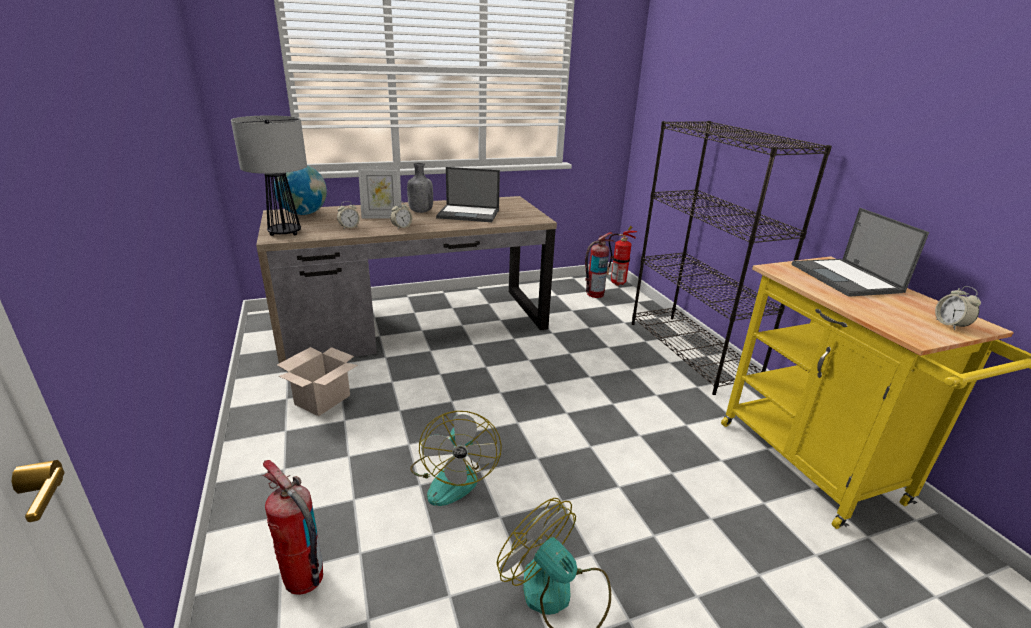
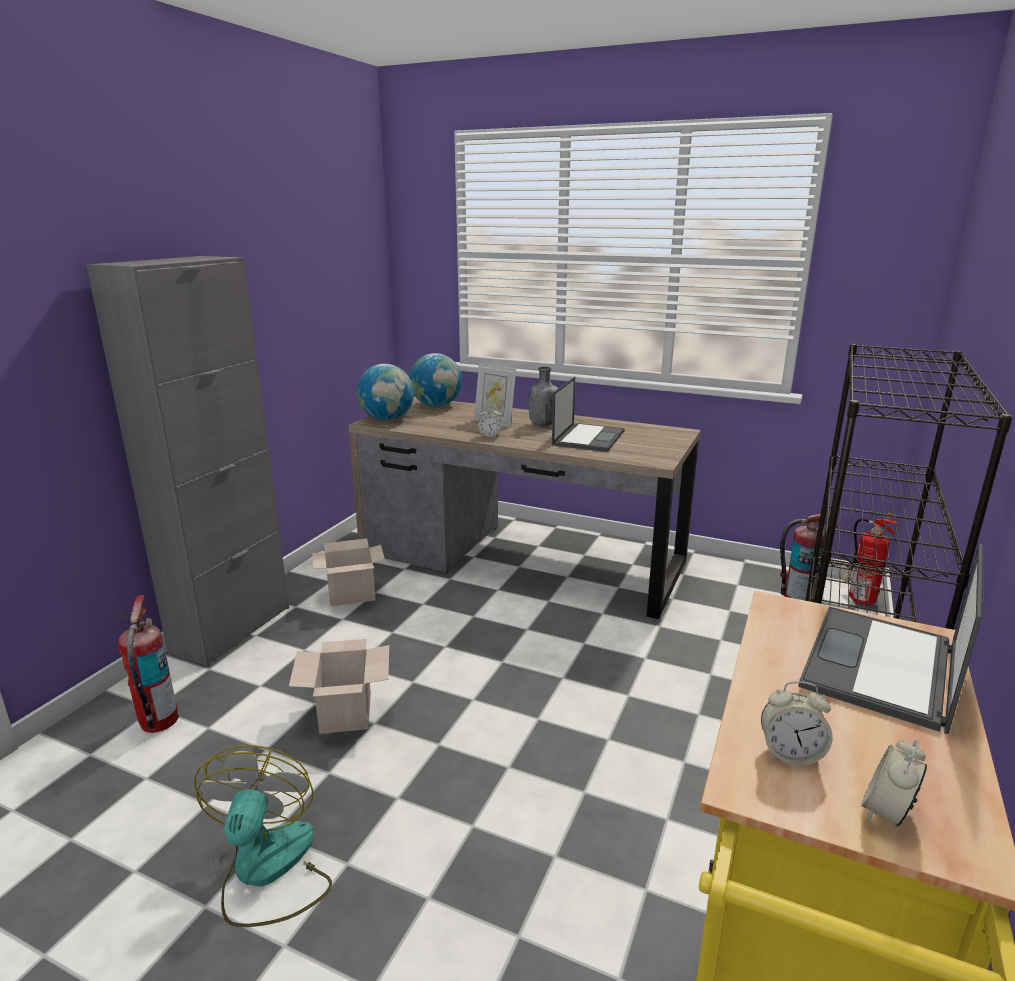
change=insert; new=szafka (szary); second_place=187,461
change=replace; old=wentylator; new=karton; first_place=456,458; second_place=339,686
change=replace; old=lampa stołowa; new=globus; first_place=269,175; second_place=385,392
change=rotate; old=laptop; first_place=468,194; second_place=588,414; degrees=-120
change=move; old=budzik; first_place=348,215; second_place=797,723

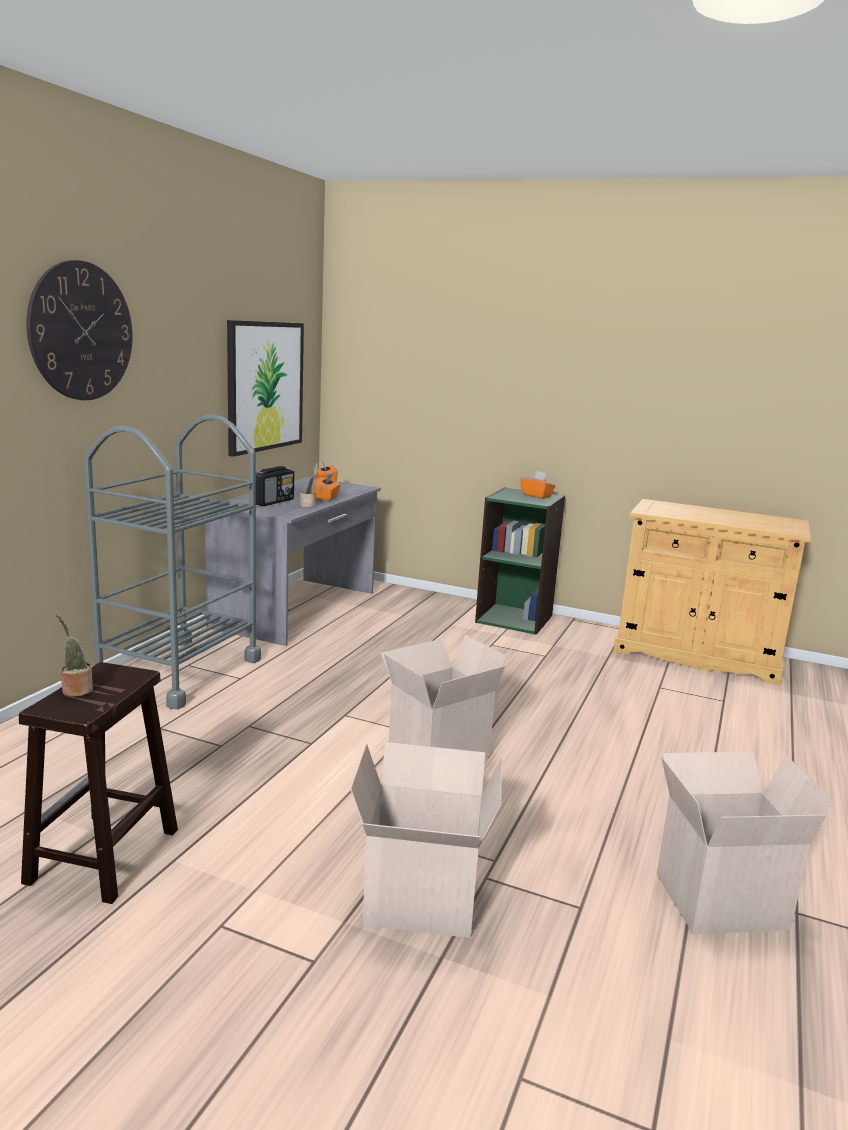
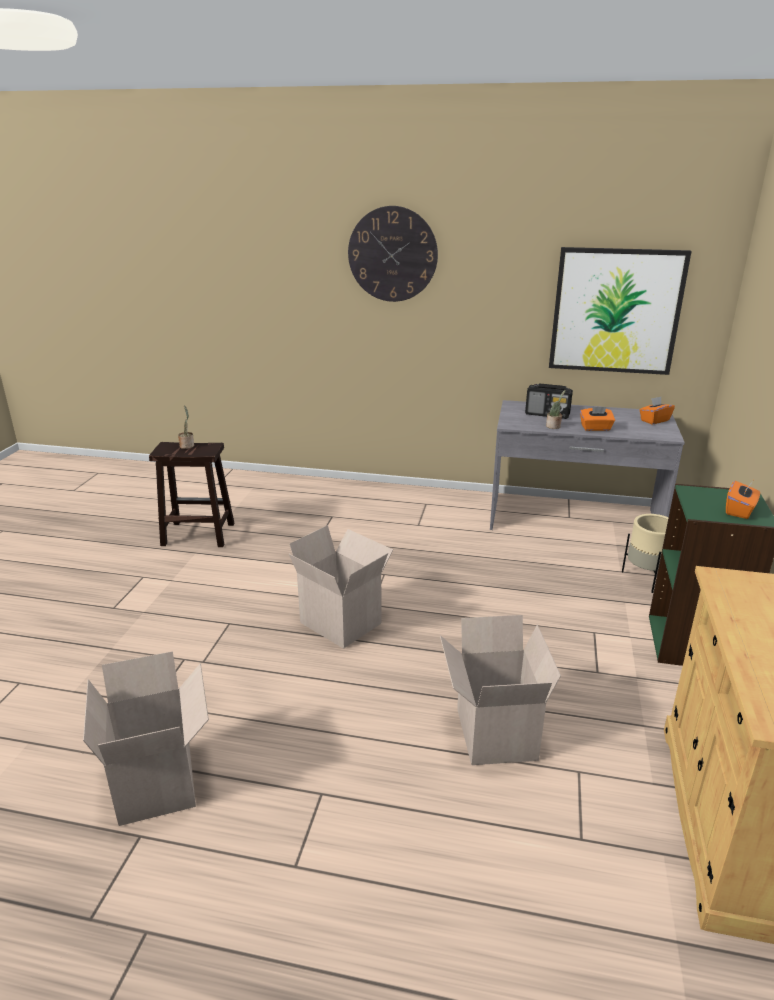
change=move; old=karton; first_place=426,840; second_place=500,690
change=insert; new=donica (beżowy); second_place=645,553
change=delete; old=wózek (szary); first_place=172,561

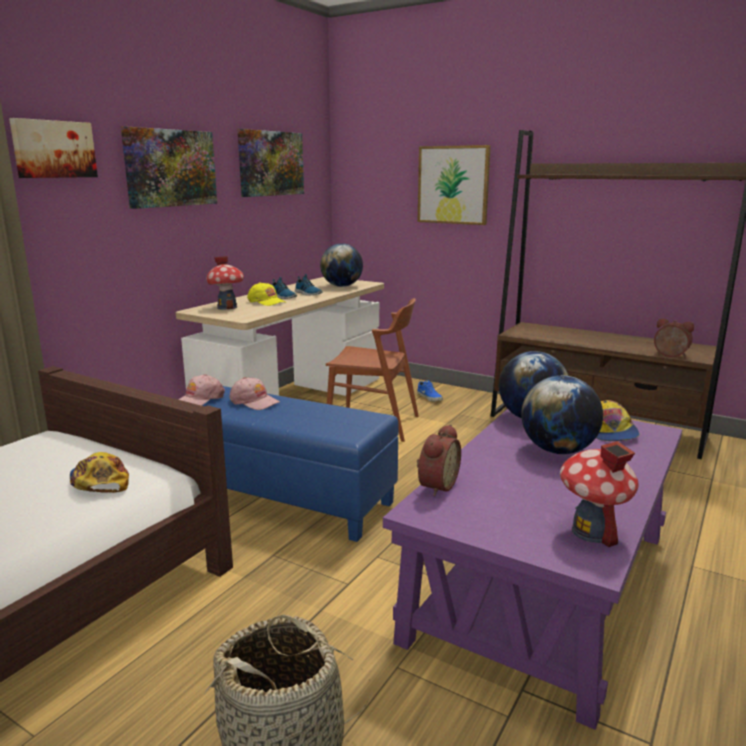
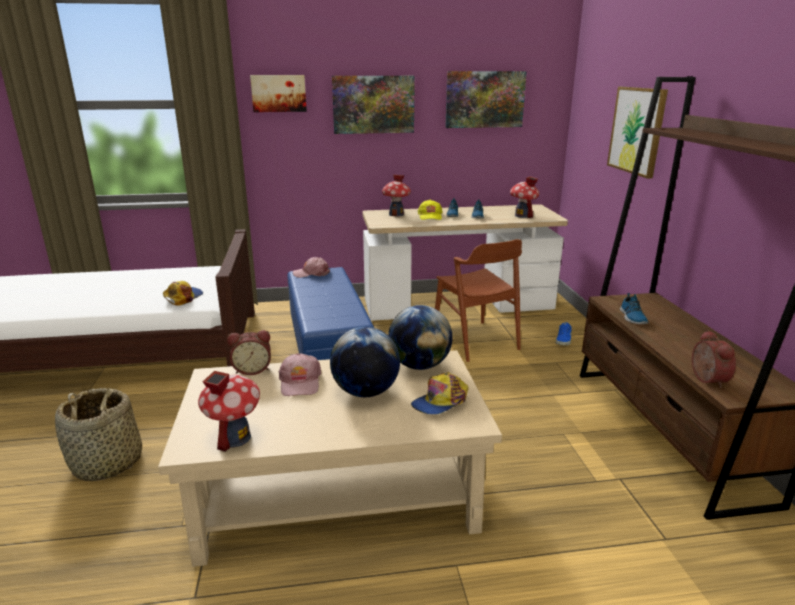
change=recolor; old=ława (fioletowy); new=ława (beżowy); first_place=532,569; second_place=330,458
change=move; old=czapka z daszkiem (różowy); first_place=254,393; second_place=300,374
change=replace; old=globus; new=domek; first_place=341,265; second_place=524,197
change=insert; new=but; second_place=634,308

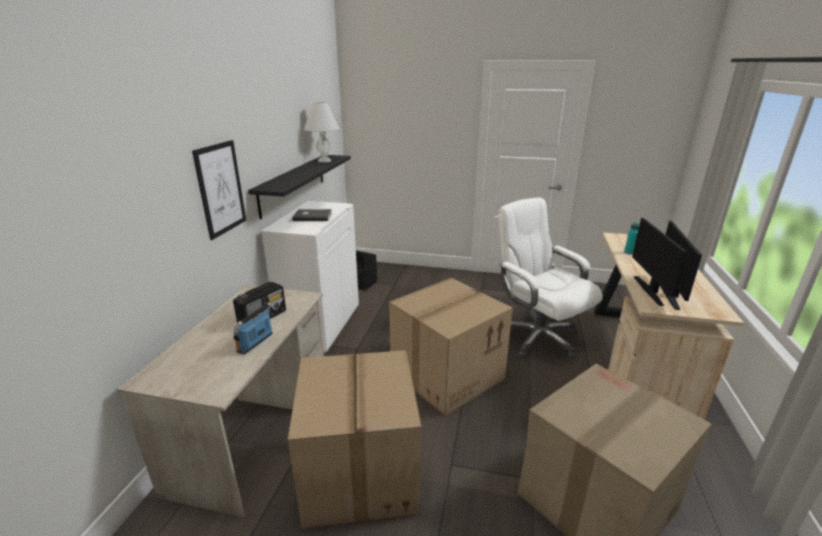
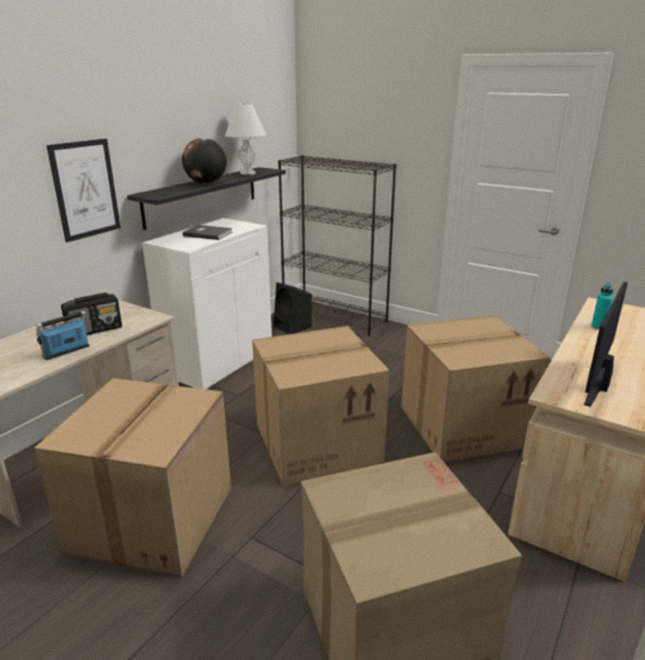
change=insert; new=globus; second_place=204,161
change=insert; new=regał (czarny); second_place=337,245
change=replace; old=krzesło biurowe (biały); new=karton; first_place=550,278; second_place=476,388
change=delete; old=monitor; first_place=659,262

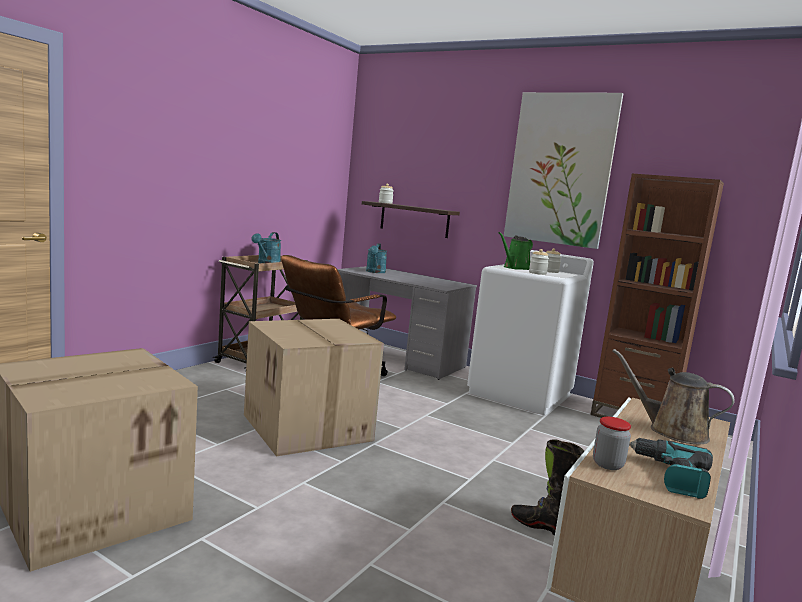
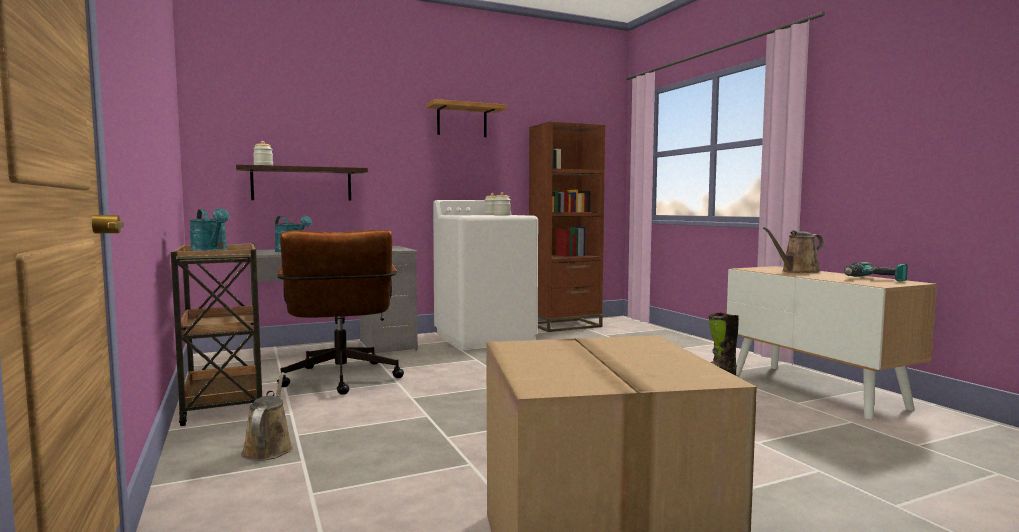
change=insert; new=konewka (brązowy); second_place=267,416
change=replace; old=obraz; new=półka; first_place=563,170; second_place=466,118
change=delete; old=karton; first_place=314,387
change=delete; old=konewka (zielony); first_place=516,251
change=delete; old=słoik; first_place=612,443

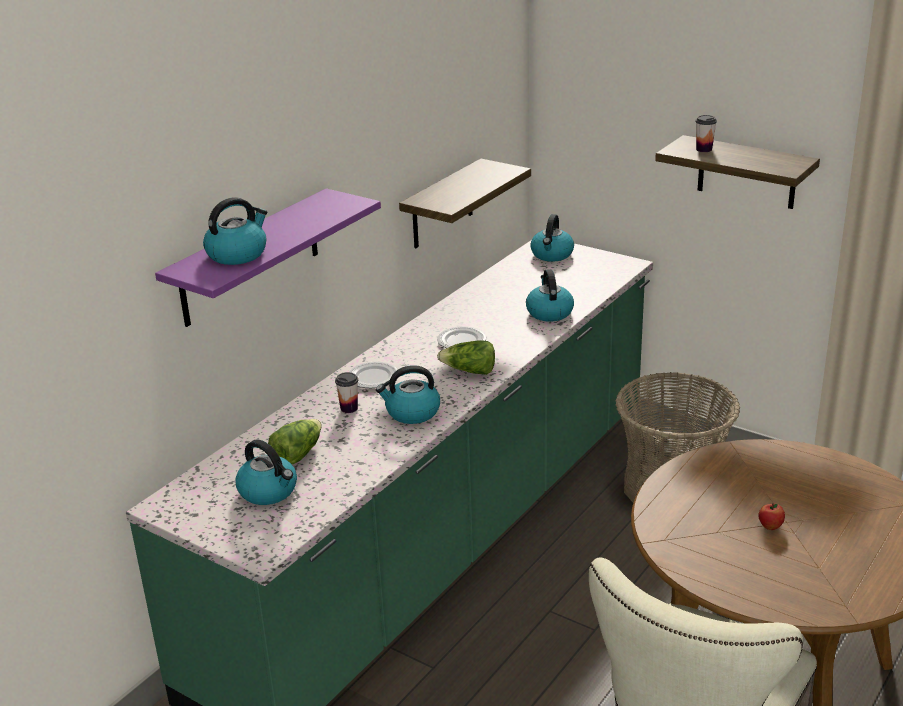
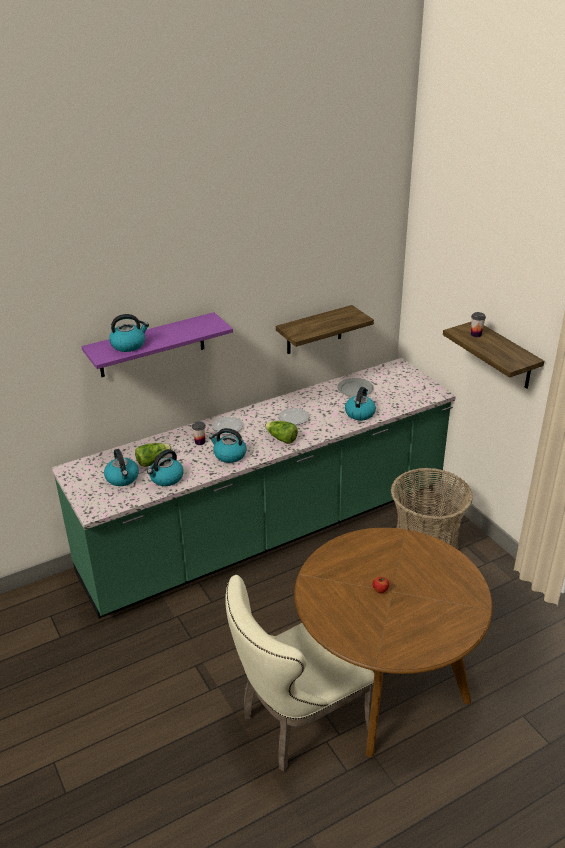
change=move; old=czajnik; first_place=552,238; second_place=165,467
change=insert; new=talerz (szary); second_place=355,387

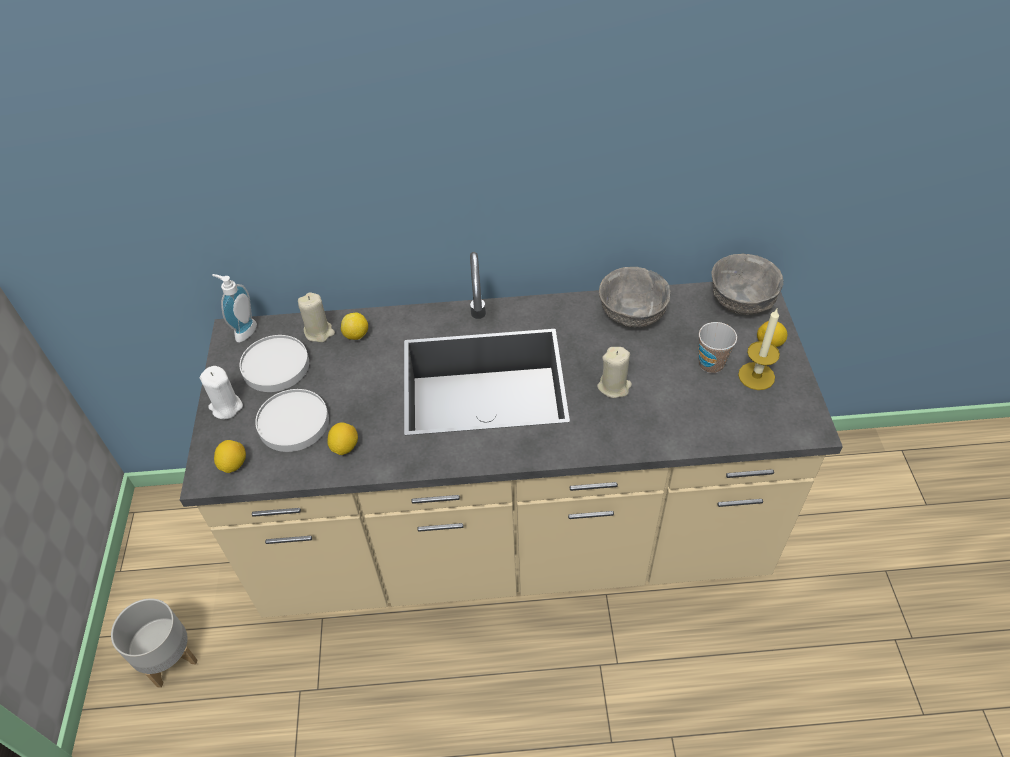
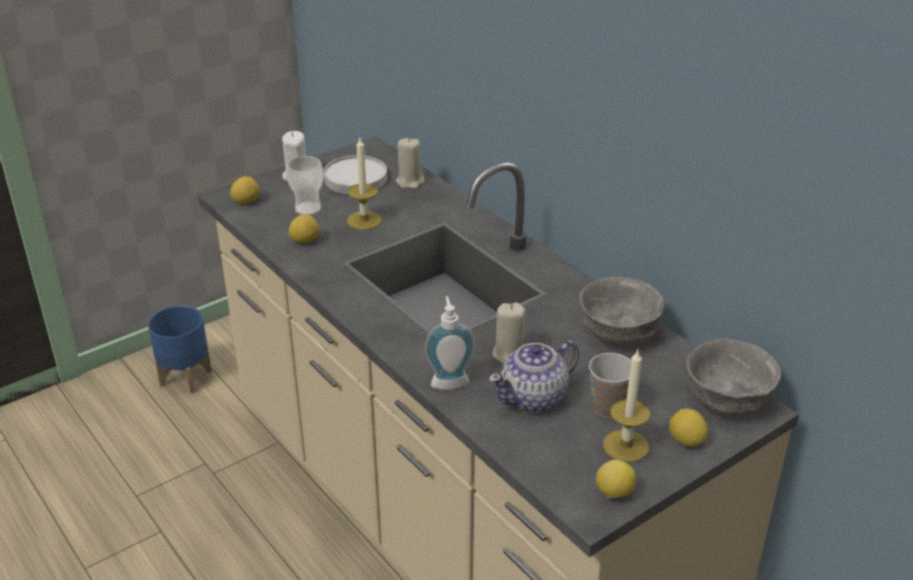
change=recolor; old=donica (szary); new=donica (niebieski); first_place=154,643; second_place=180,349
change=replace; old=talerz (biały); new=filiżanka; first_place=292,420; second_place=305,185
change=insert; new=świeca; second_place=364,184
change=move; old=dozownik mydła; first_place=234,308; second_place=449,343
change=insert; new=imbryk; second_place=534,376
change=move; old=cytryna; first_place=354,326; second_place=616,478

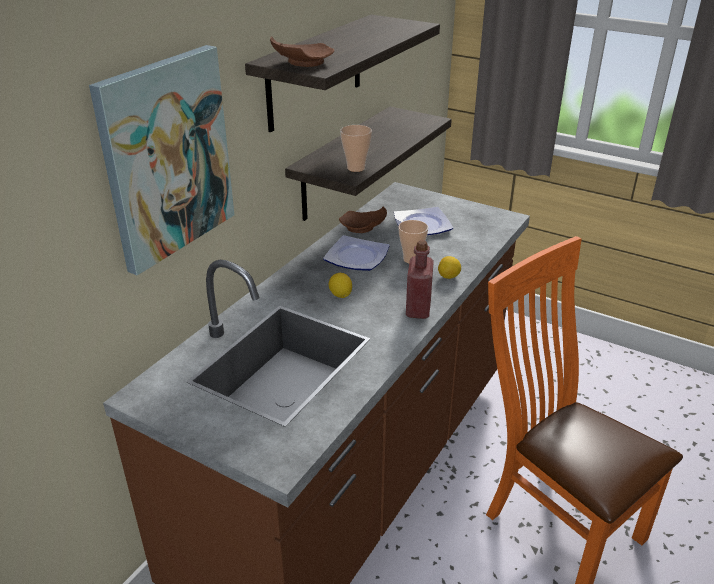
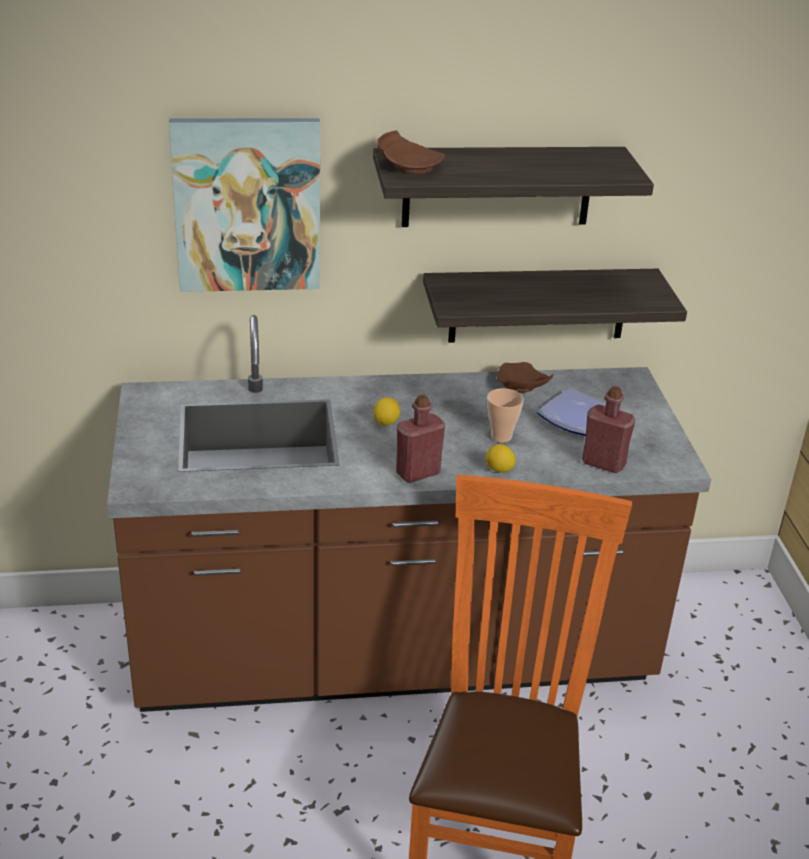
change=insert; new=butelka (czerwony); second_place=608,429
change=delete; old=talerz; first_place=356,253
change=delete; old=filiżanka; first_place=356,148

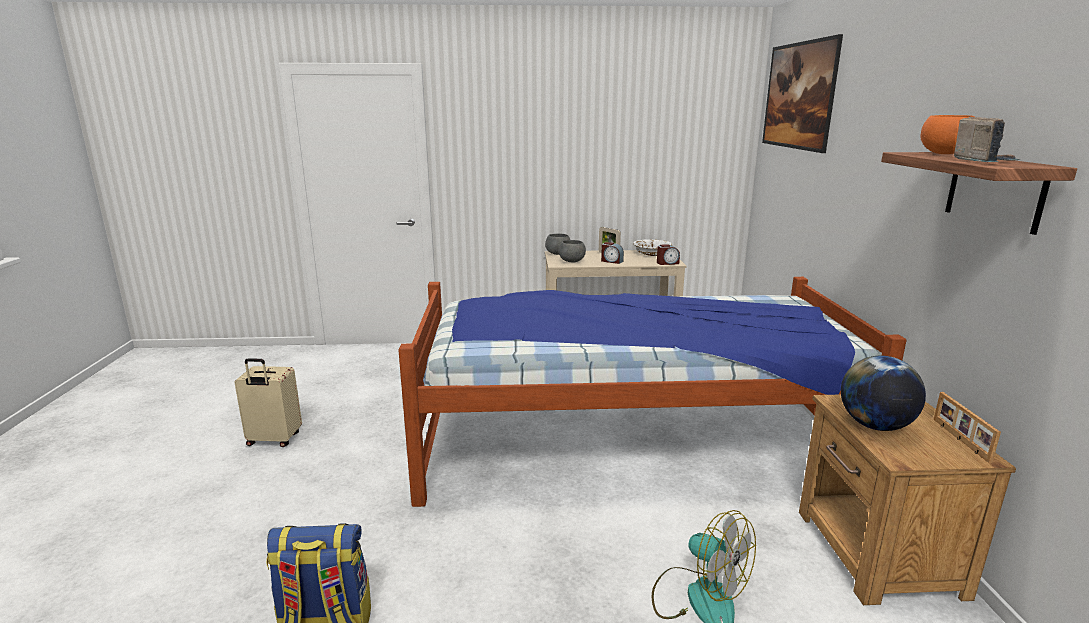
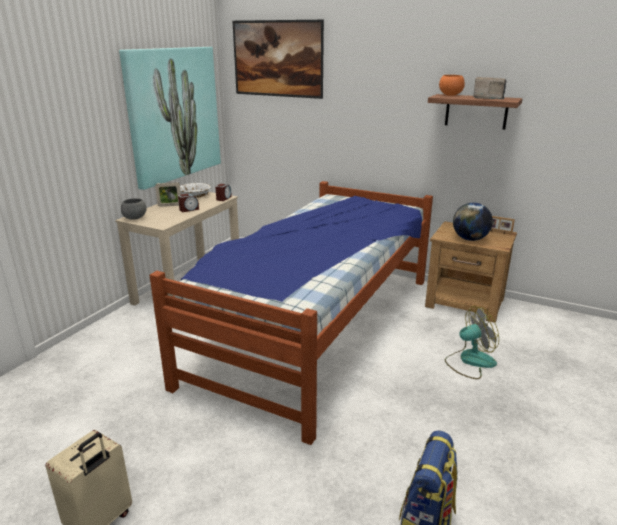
change=insert; new=obraz; second_place=170,118
change=delete; old=miska (szary); first_place=572,251

